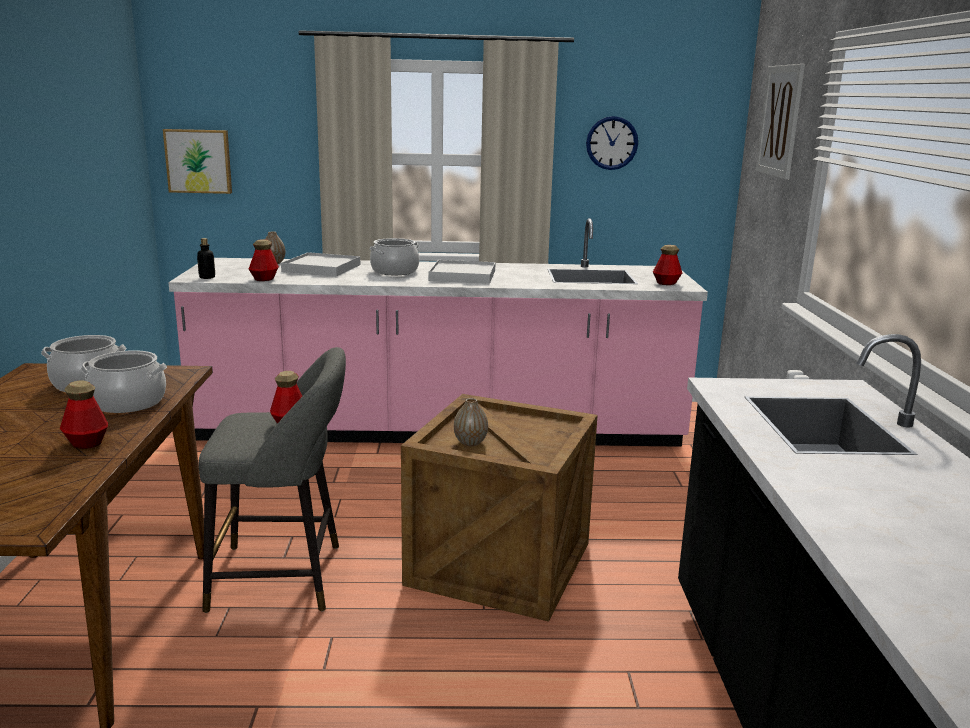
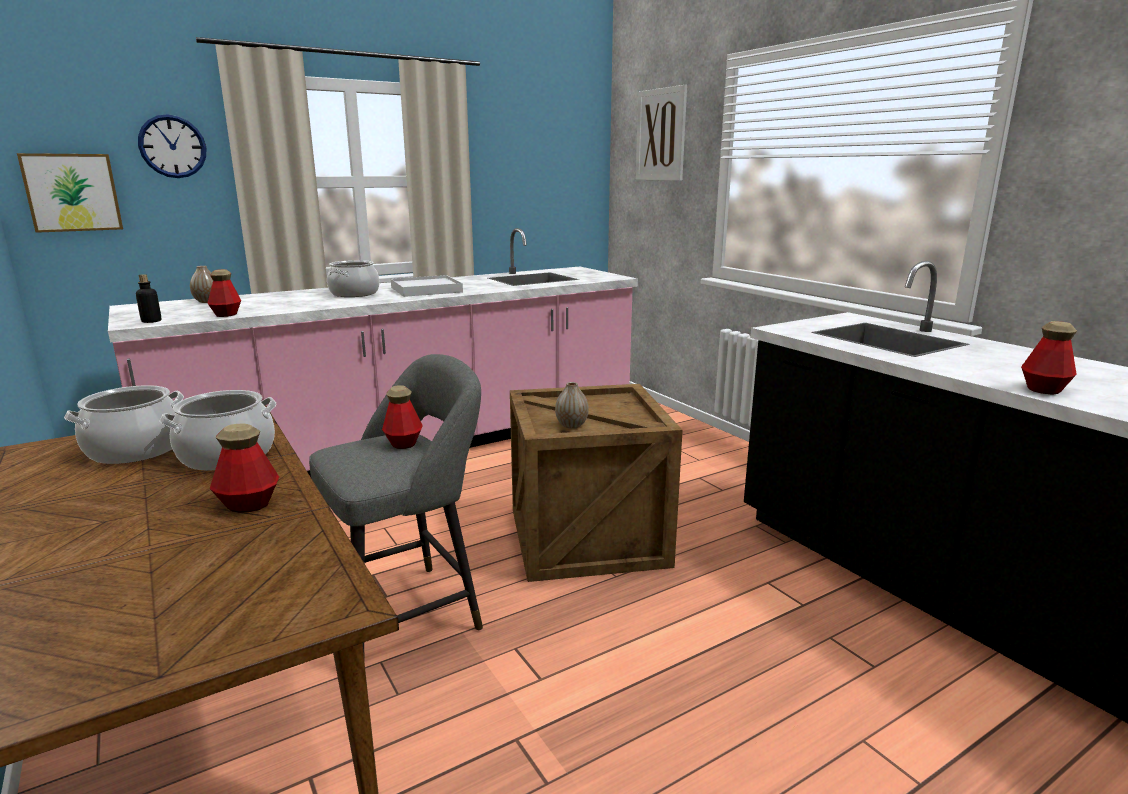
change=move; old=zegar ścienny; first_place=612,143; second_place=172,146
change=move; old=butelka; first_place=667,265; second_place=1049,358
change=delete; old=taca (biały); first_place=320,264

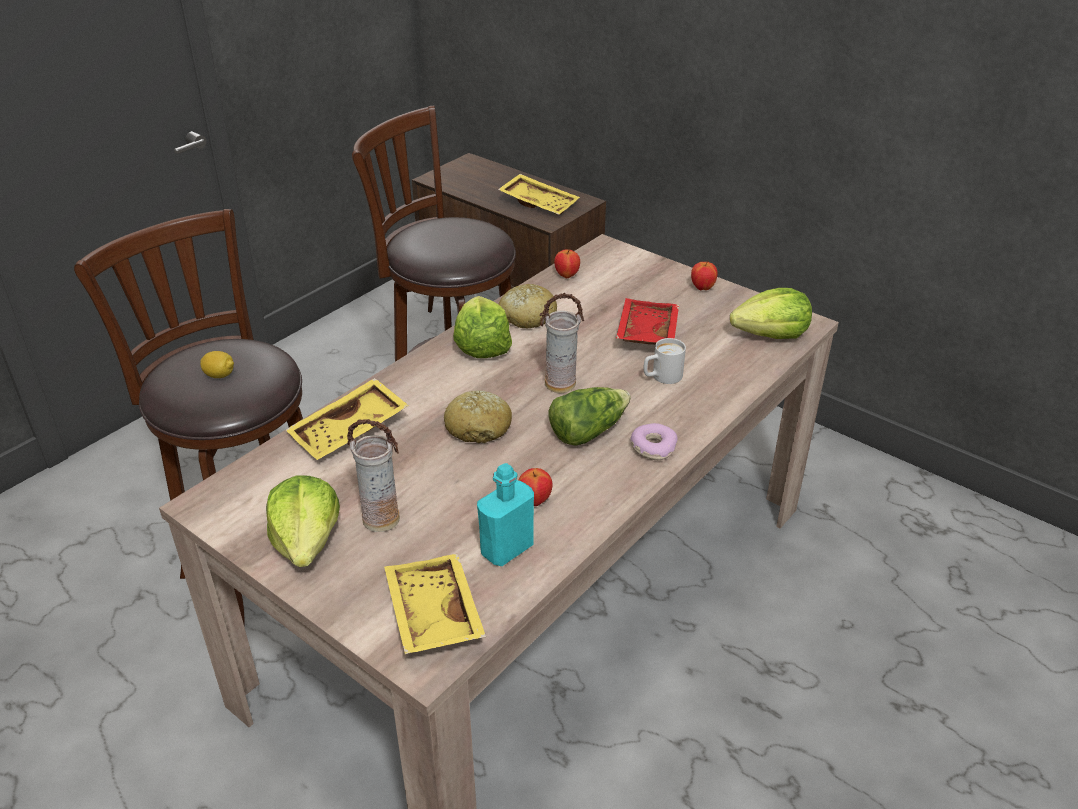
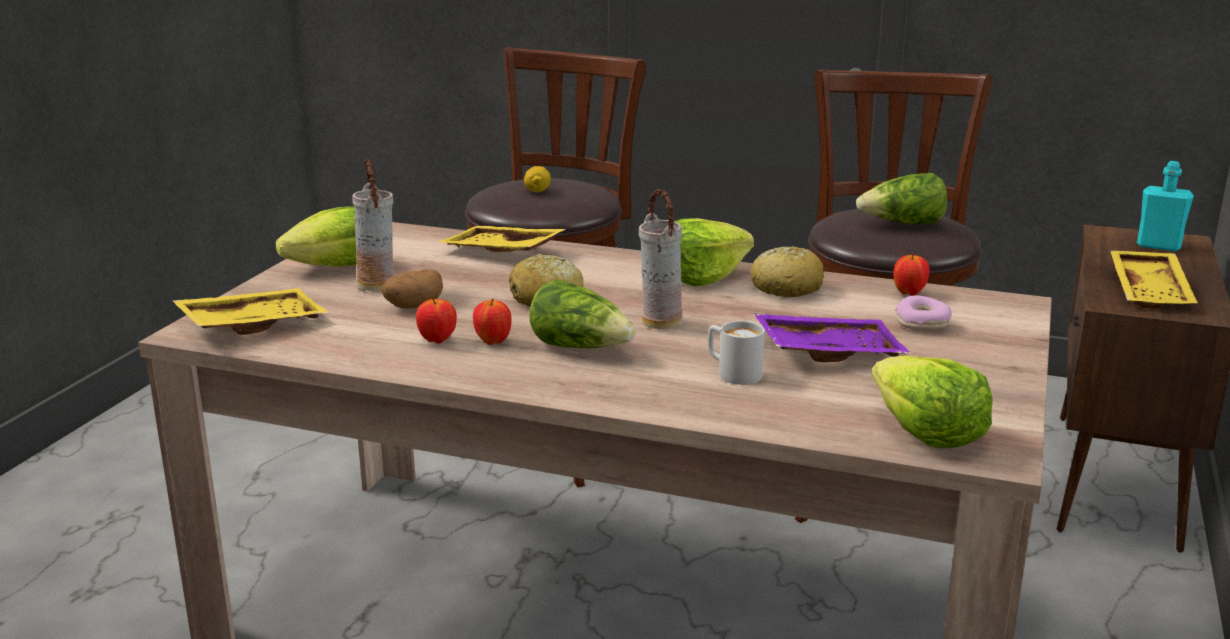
change=insert; new=ziemniak; second_place=412,288
change=move; old=jabłko; first_place=704,275; second_place=492,321
change=recolor; old=taca (czerwony); new=taca (fioletowy); first_place=647,321; second_place=832,337
change=insert; new=sałata; second_place=901,198
change=move; old=donut; first_place=654,441; second_place=923,312
change=move; old=butelka (turkusowy); first_place=505,514; second_place=1165,206

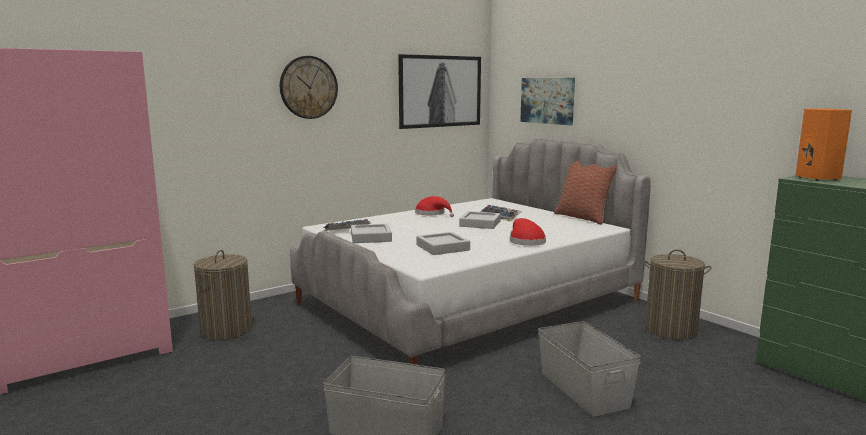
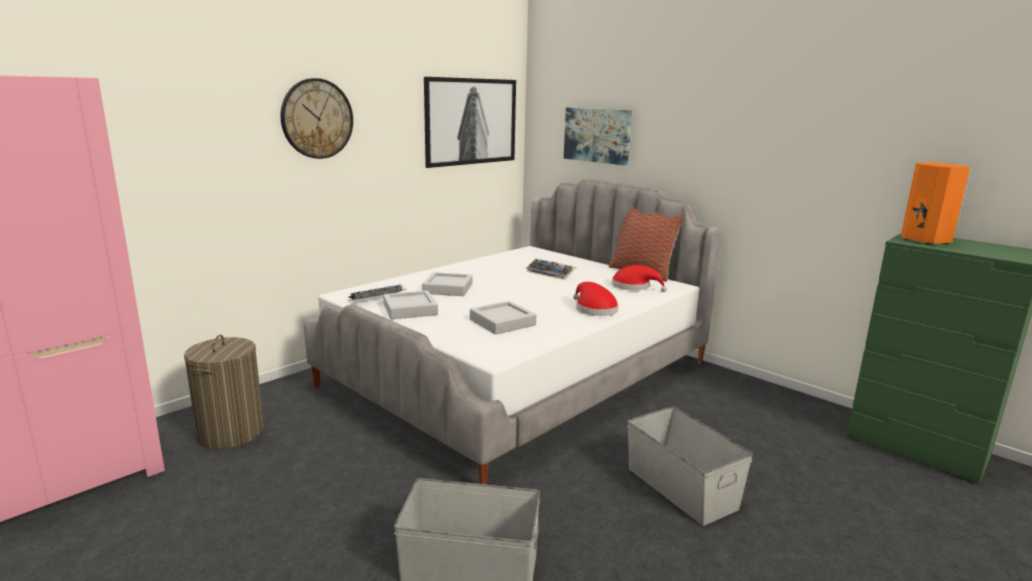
change=move; old=taca (szary); first_place=480,220; second_place=447,284
change=move; old=kapelusz (czerwony); first_place=434,206; second_place=639,278
change=delete; old=kosz na pranie; first_place=677,295

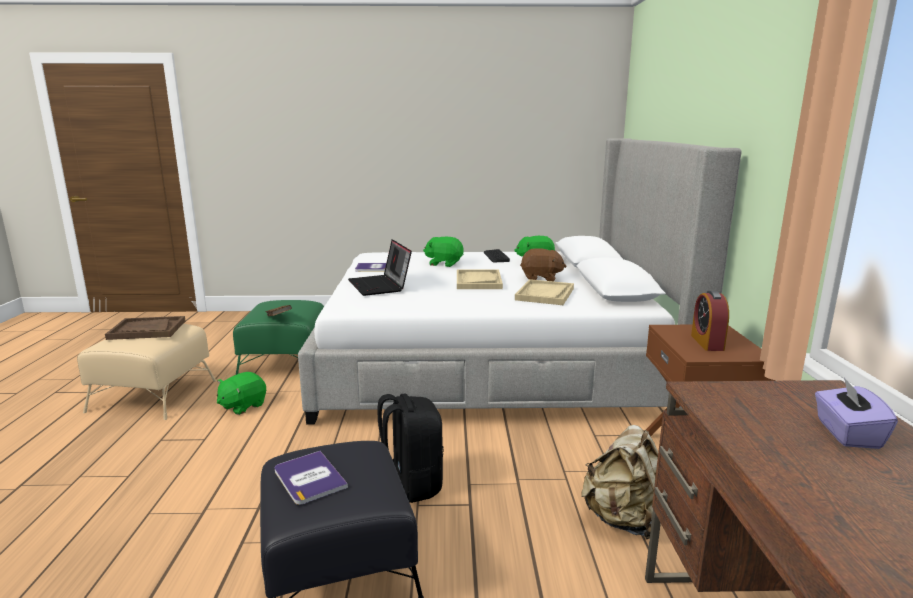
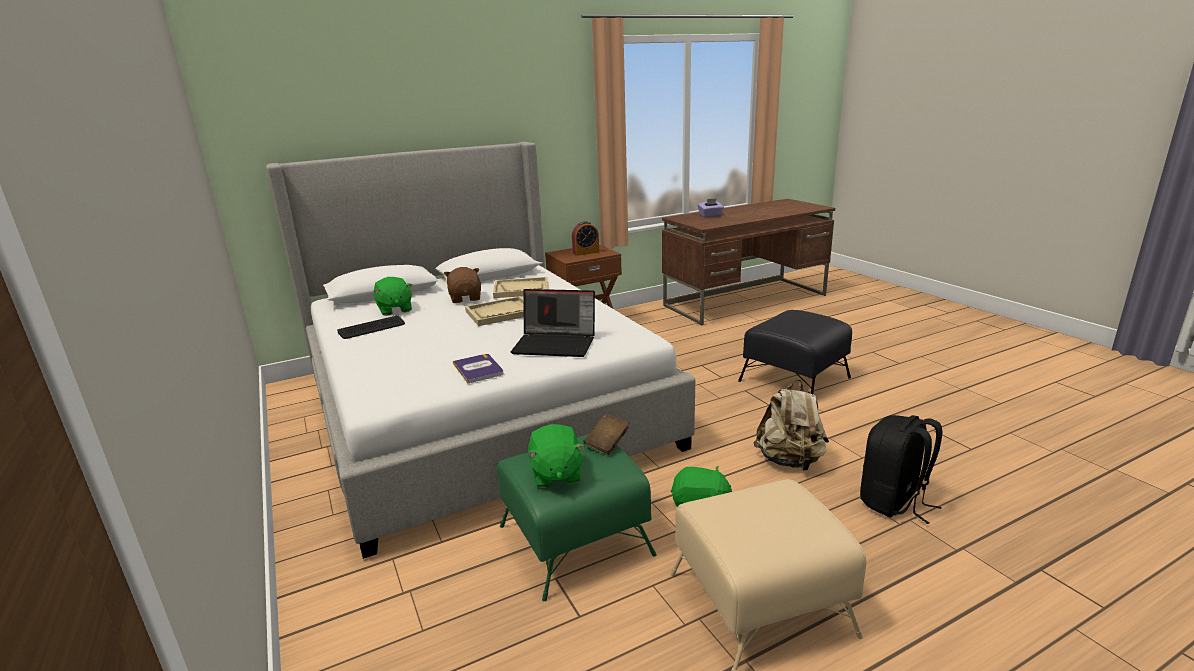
change=rotate; old=laptop; first_place=380,267; second_place=553,323; degrees=60
change=move; old=pluszak (zielony); first_place=443,252; second_place=556,456
change=move; old=plecak (beżowy); first_place=619,482; second_place=791,425
change=move; old=plecak (czarny); first_place=410,448; second_place=901,469
change=delete; old=taca (brązowy); first_place=145,328
change=delete; old=książka; first_place=311,478

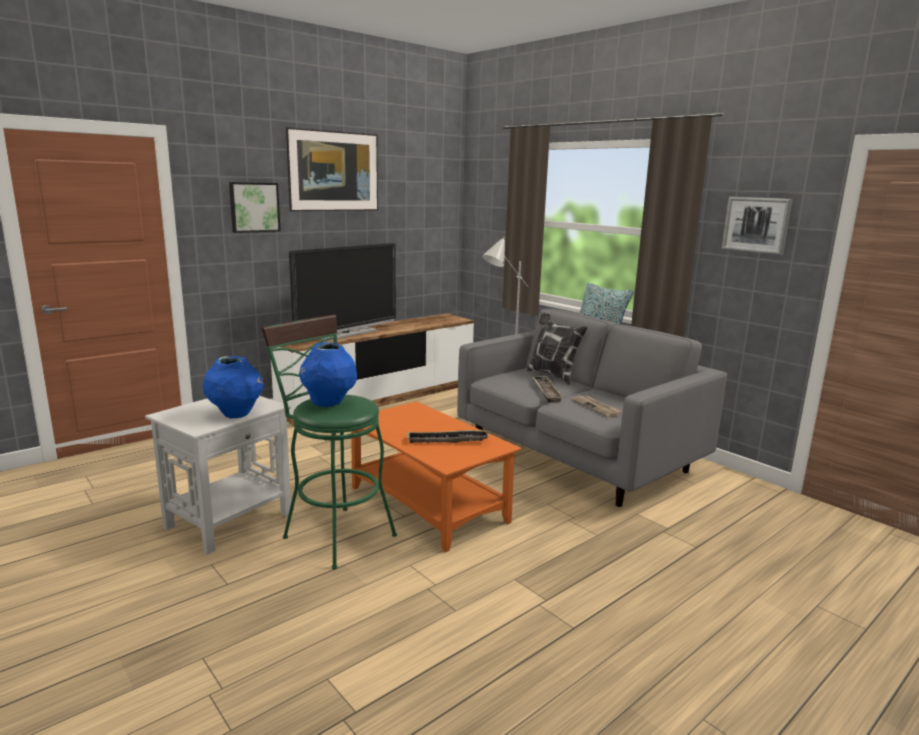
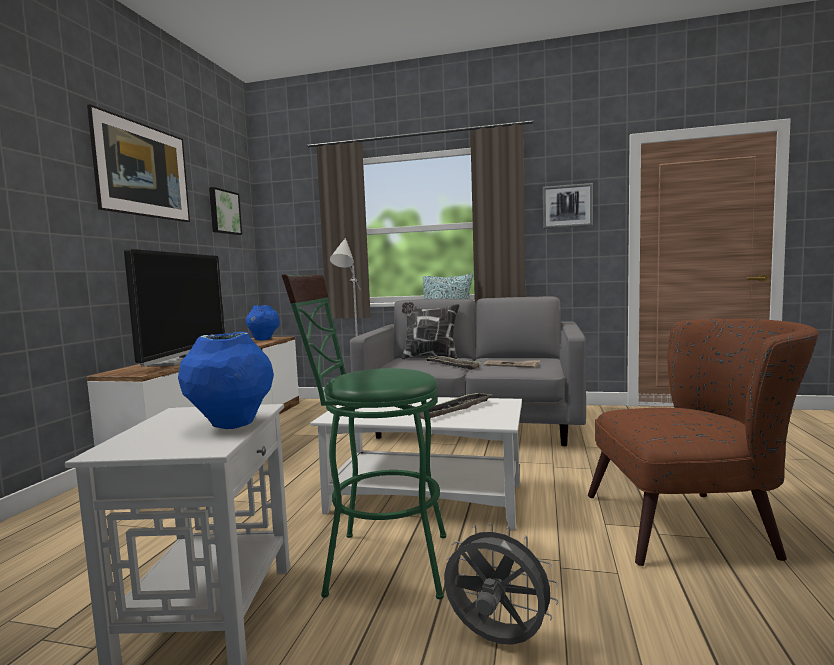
change=move; old=obraz; first_place=255,207; second_place=225,211
change=move; old=wazon (niebieski); first_place=328,374; second_place=263,322
change=recolor; old=ława (pomarańczowy); new=ława (biały); first_place=436,476; second_place=416,463
change=insert; new=wentylator (szary); second_place=501,584
change=insert; new=fotel (brązowy); second_place=703,442

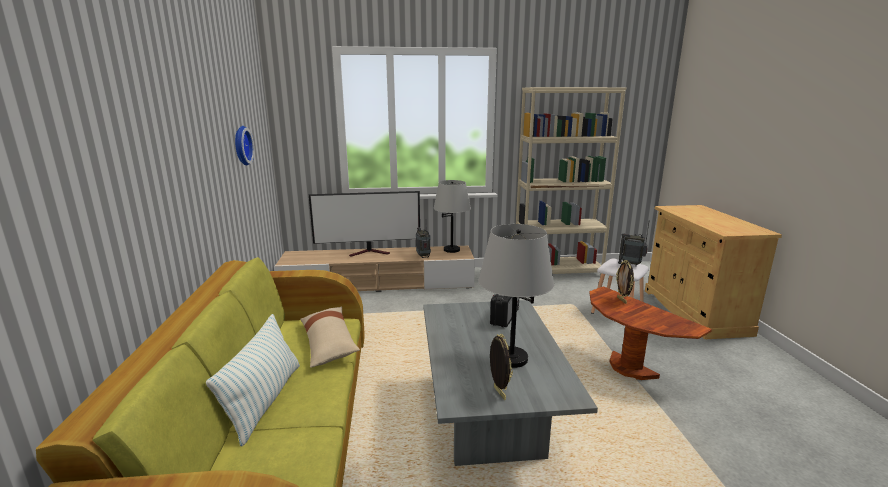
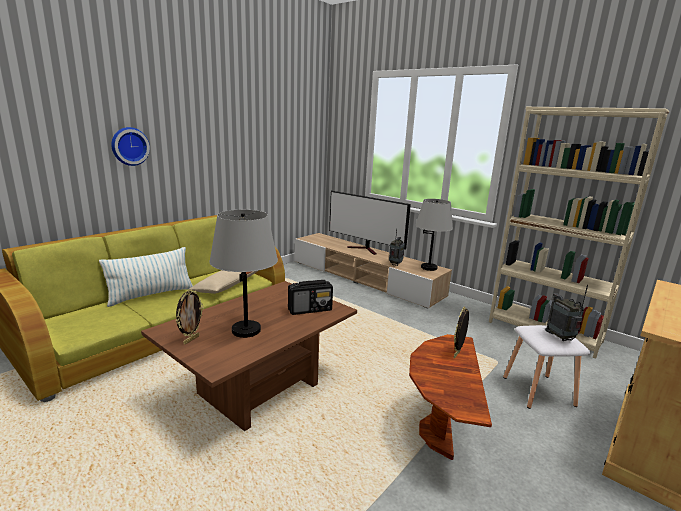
change=move; old=zegar ścienny; first_place=244,146; second_place=130,146
change=recolor; old=ława (szary); new=ława (brązowy); first_place=510,383; second_place=249,356

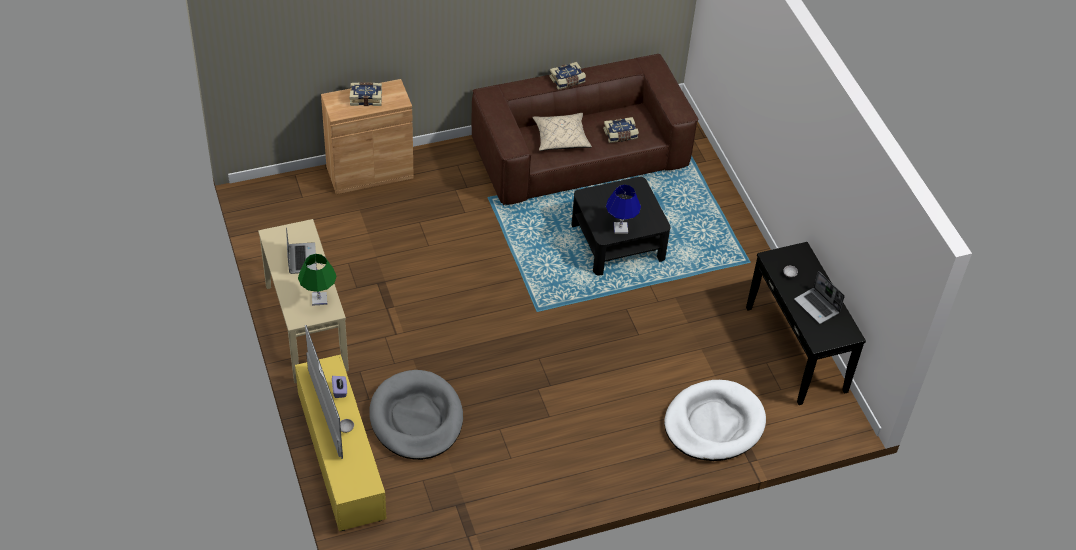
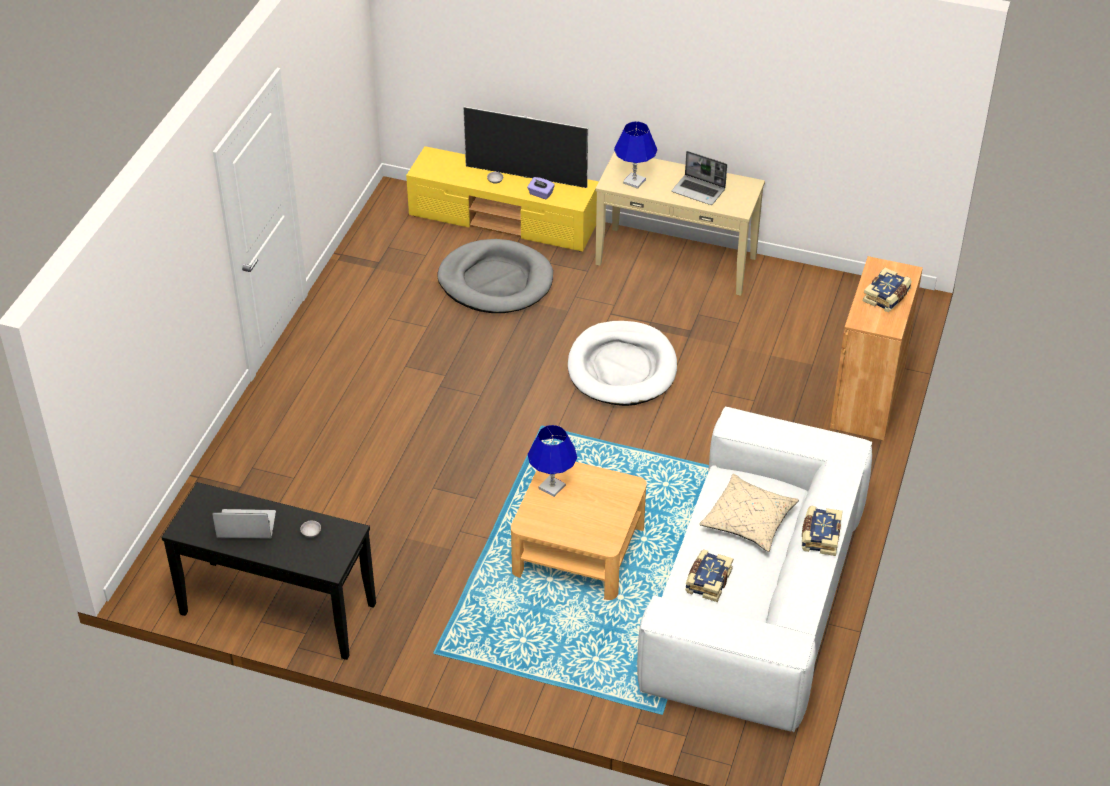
change=recolor; old=ława (czarny); new=ława (beżowy); first_place=621,226; second_place=579,531
change=move; old=legowisko (biały); first_place=715,420; second_place=622,363
change=recolor; old=lampa stołowa (zielony); new=lampa stołowa (niebieski); first_place=317,280; second_place=635,155
change=recolor; old=kanapa (brązowy); new=kanapa (biały); first_place=585,129; second_place=754,570

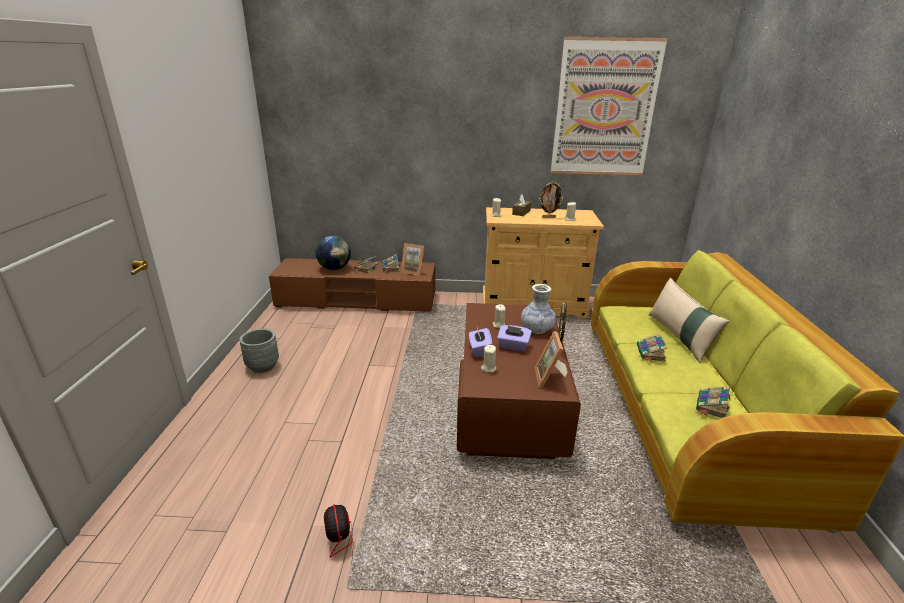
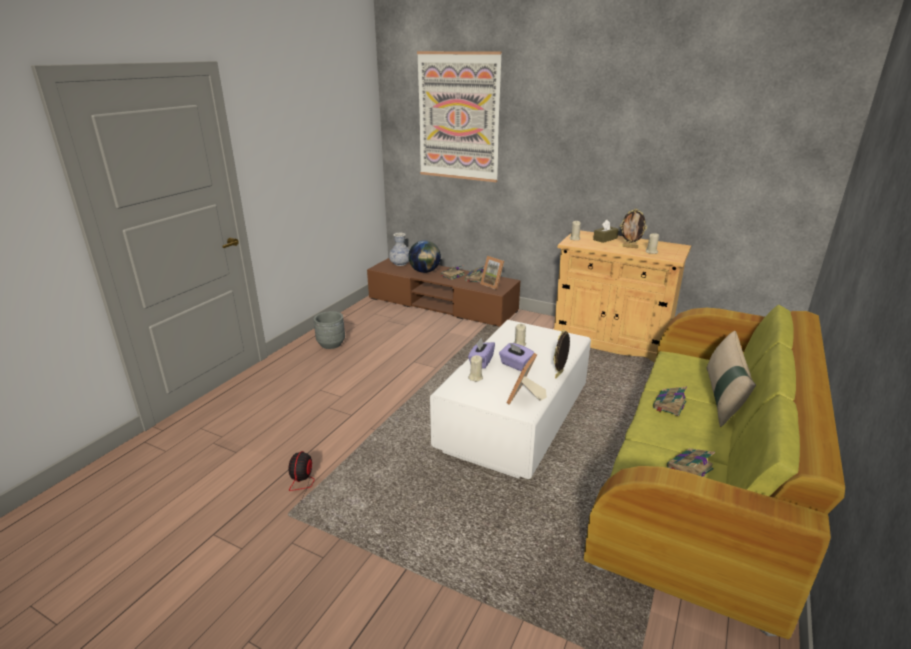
change=move; old=wazon; first_place=538,309; second_place=399,249
change=move; old=obraz; first_place=609,106; second_place=459,116
change=recolor; old=ława (brązowy); new=ława (biały); first_place=519,381; second_place=510,399

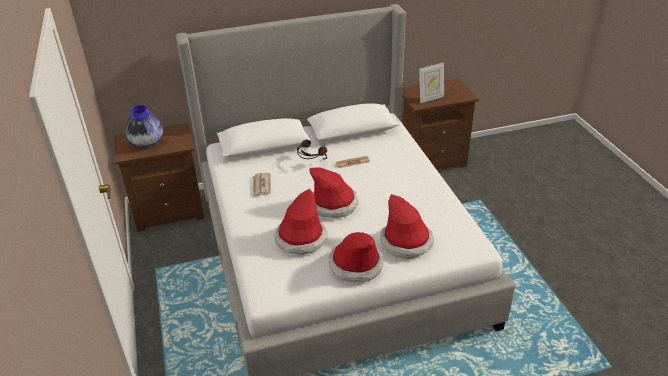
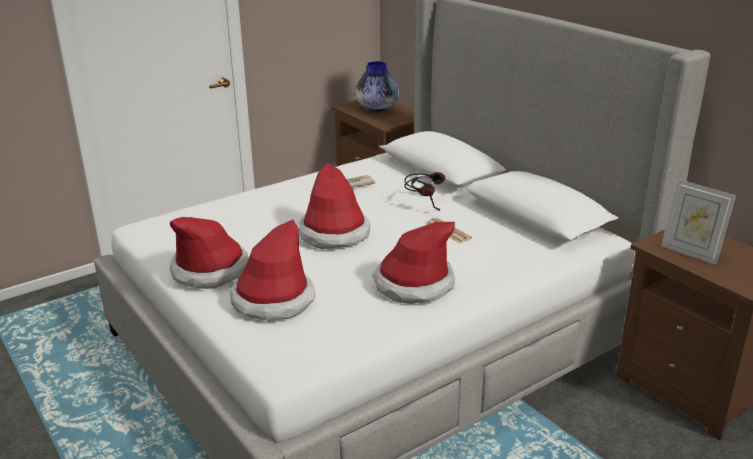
change=move; old=kapelusz; first_place=301,222; second_place=413,263

